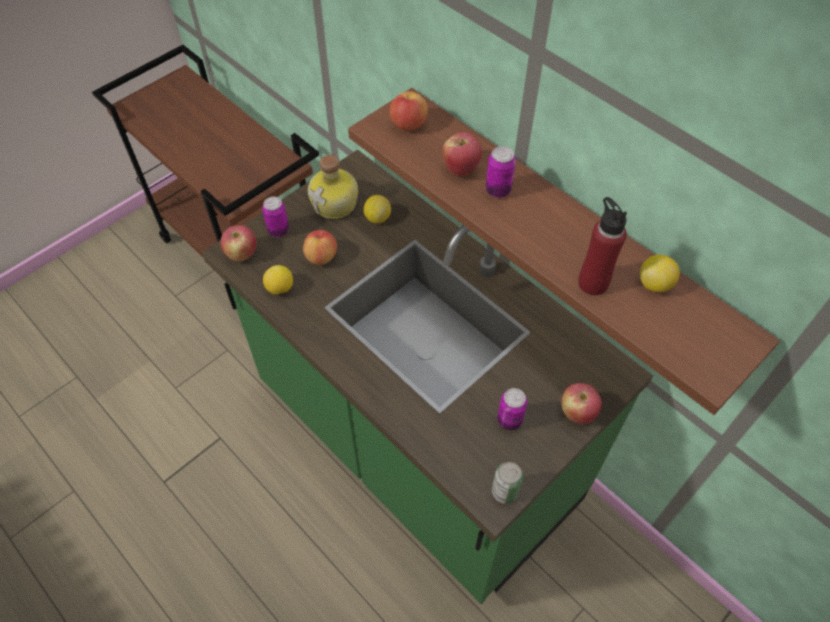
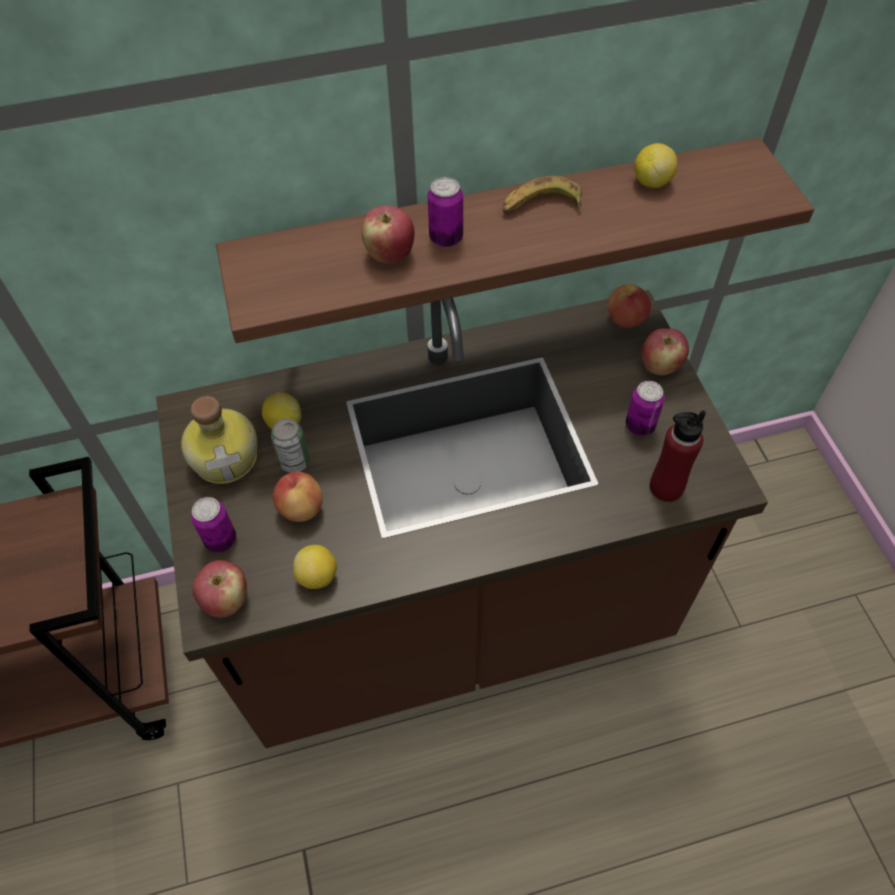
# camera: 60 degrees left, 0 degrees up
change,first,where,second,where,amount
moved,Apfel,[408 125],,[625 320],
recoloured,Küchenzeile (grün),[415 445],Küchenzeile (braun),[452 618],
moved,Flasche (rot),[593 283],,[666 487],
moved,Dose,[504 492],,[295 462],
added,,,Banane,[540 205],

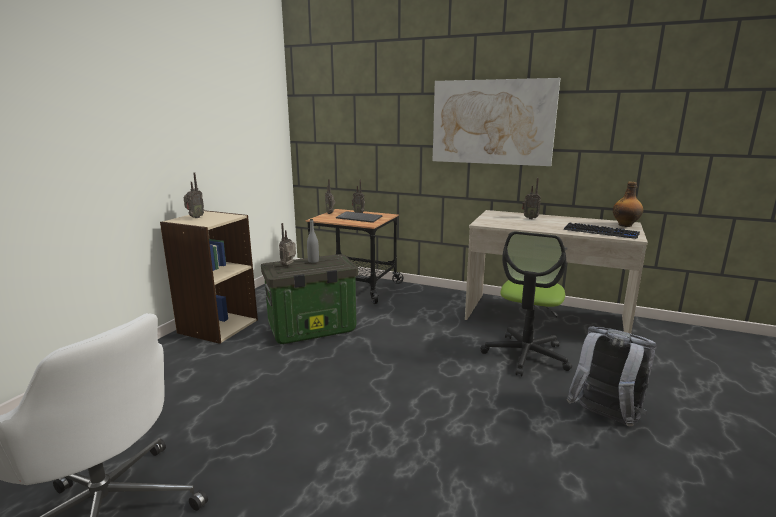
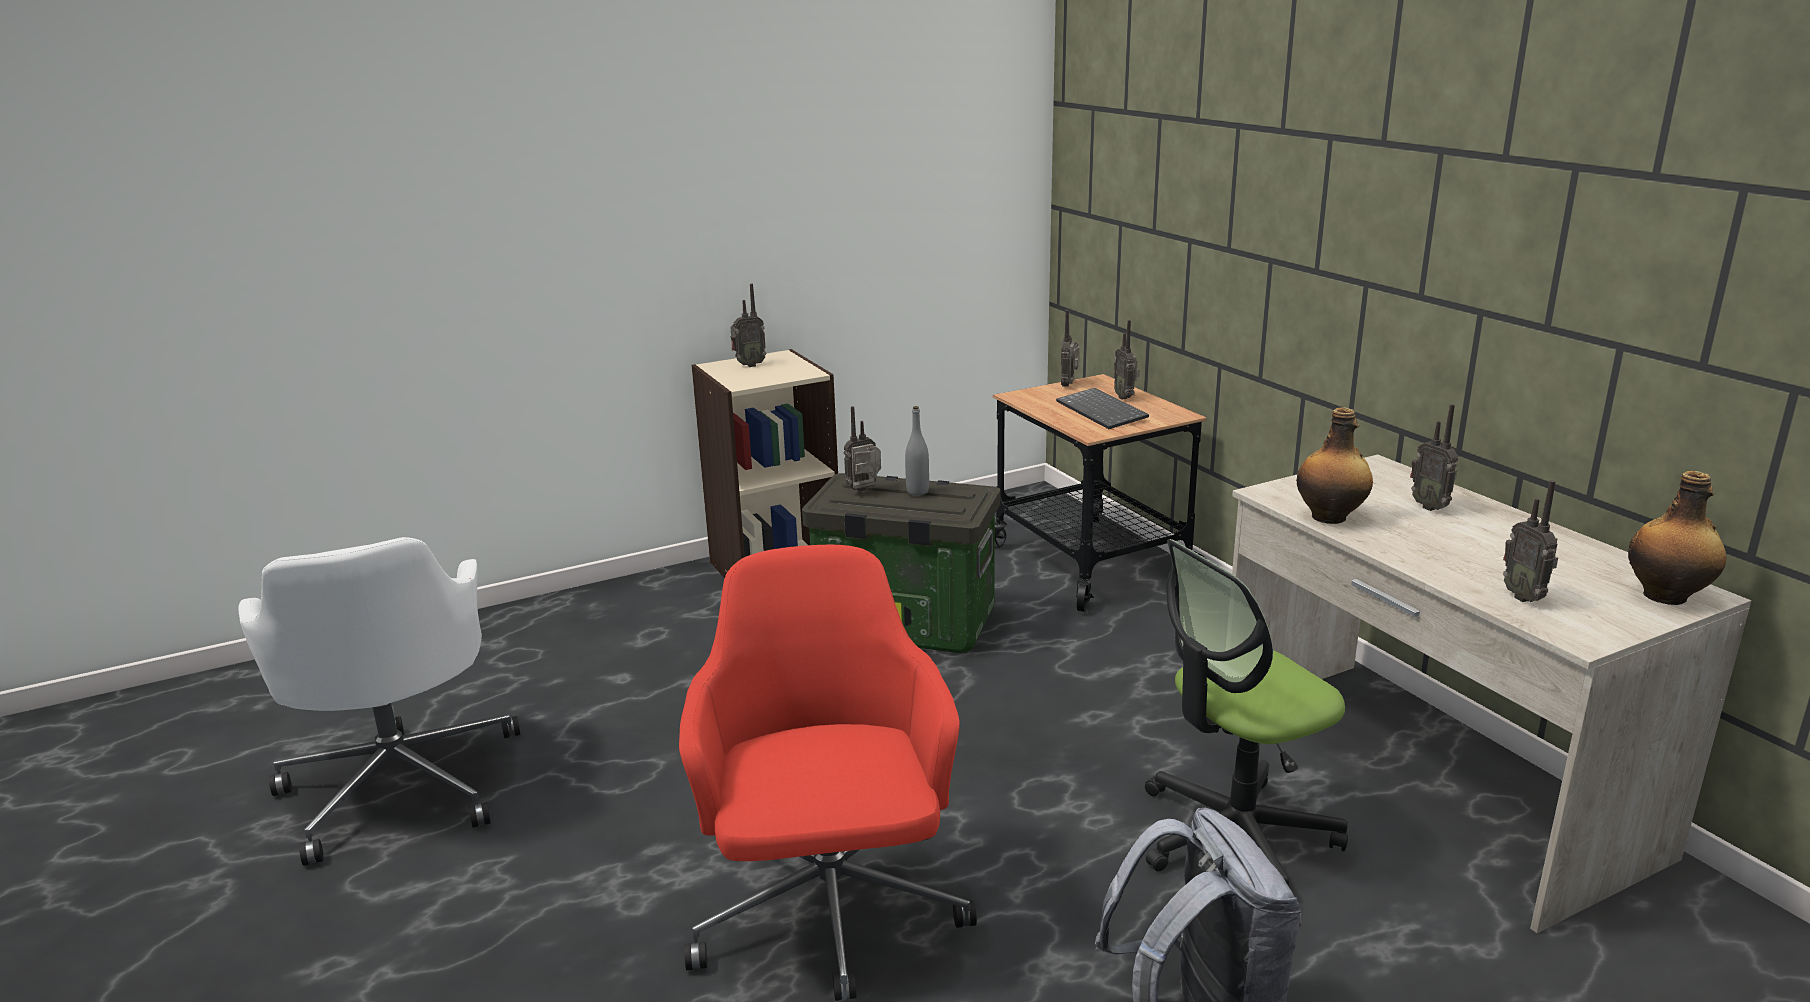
# camera: 40 degrees right, 5 degrees up
change,first,where,second,where,amount
removed,Bild,[492 122],,,
replaced,Tastatur,[600 232],Radio,[1524 597],
added,,,Flasche,[1330 517],
added,,,Bürostuhl (rot),[829 912],

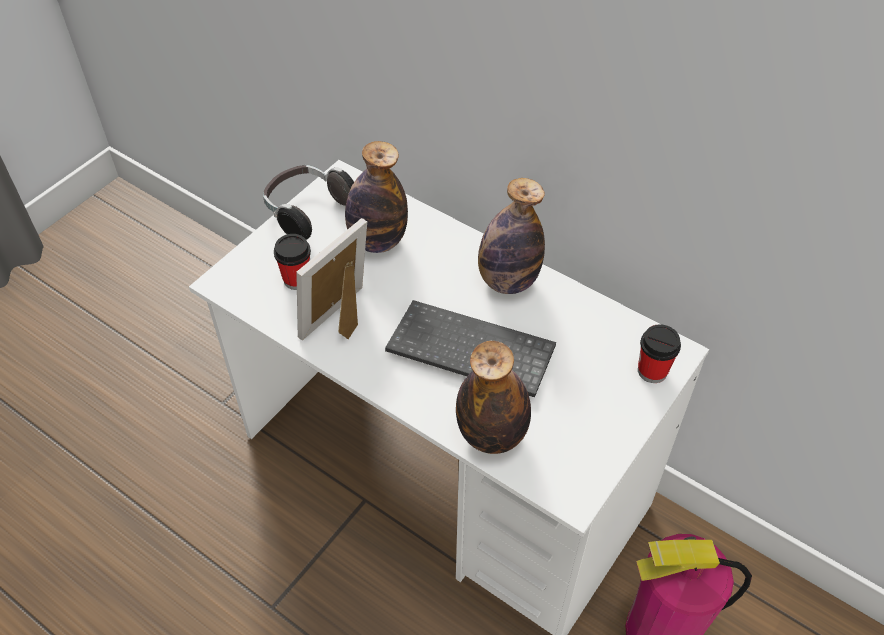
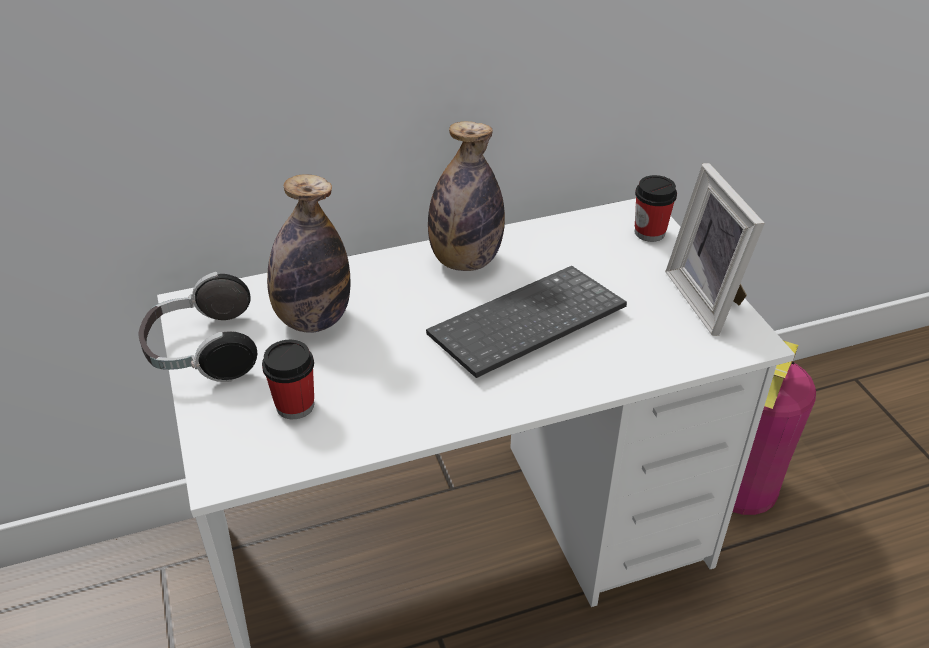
# camera: 55 degrees left, 10 degrees down
change,first,where,second,where,amount
moved,Bilderrahmen,[342 320],,[709 299],
removed,Flasche,[492 435],,,

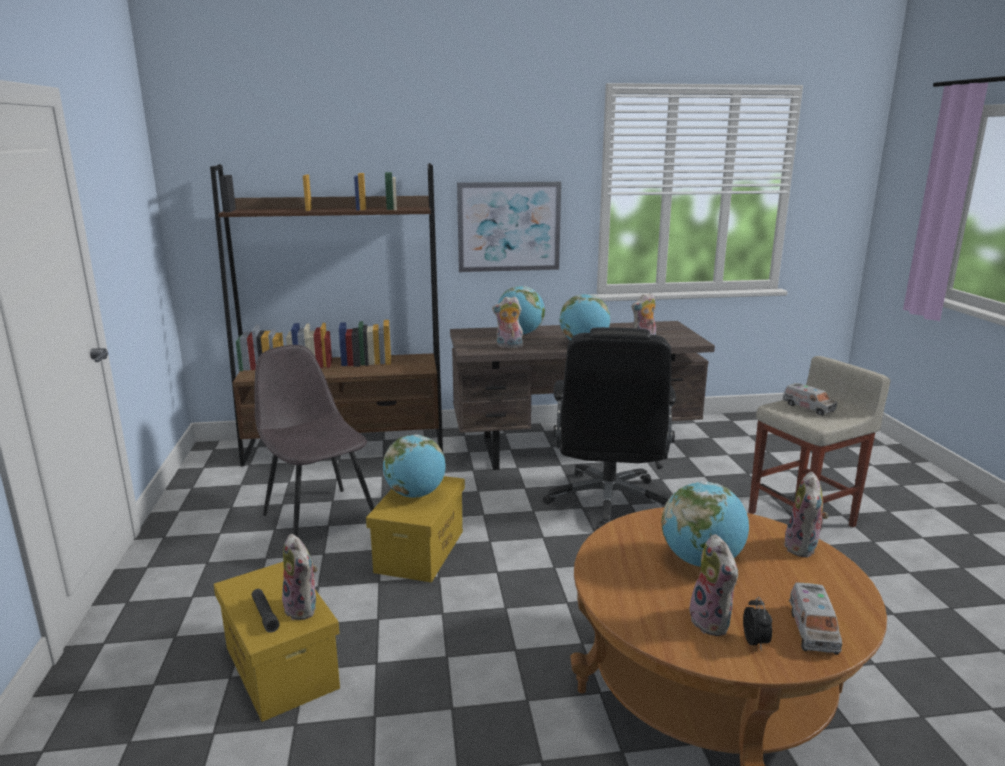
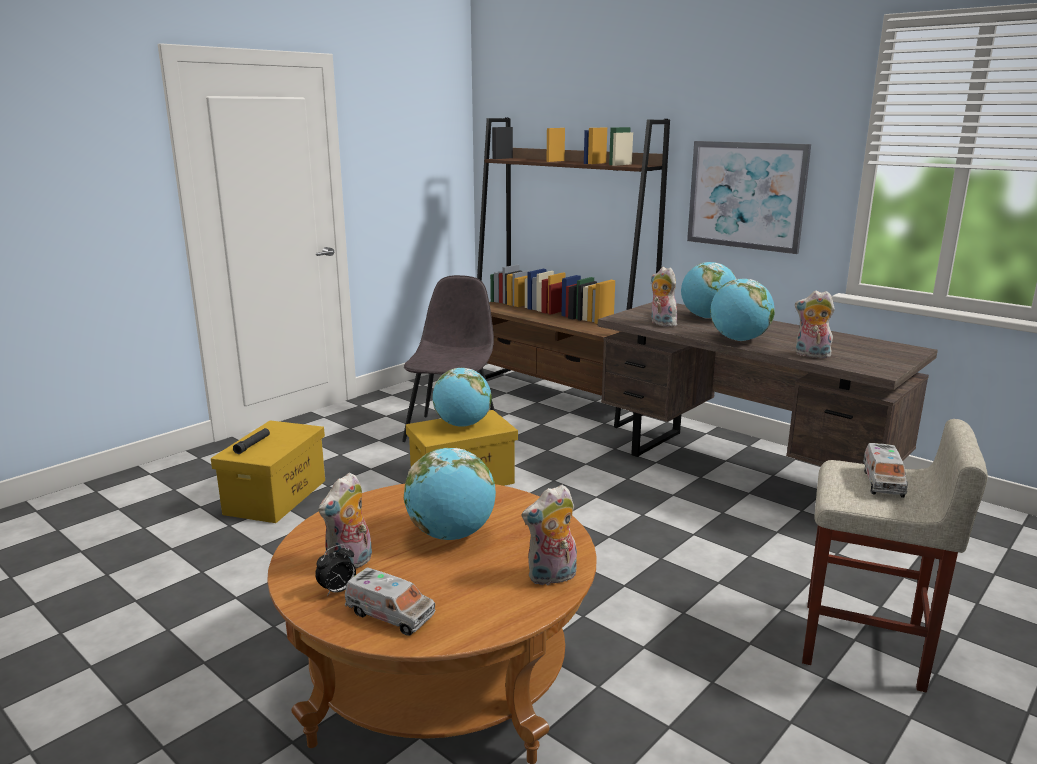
# camera: 50 degrees right, 0 degrees up
change,first,where,second,where,amount
removed,Bürostuhl (schwarz),[608 502],,,
removed,Plüschtier,[304 608],,,
turned,Spielzeuglaster,[812 630],,[390 614],120 degrees counterclockwise

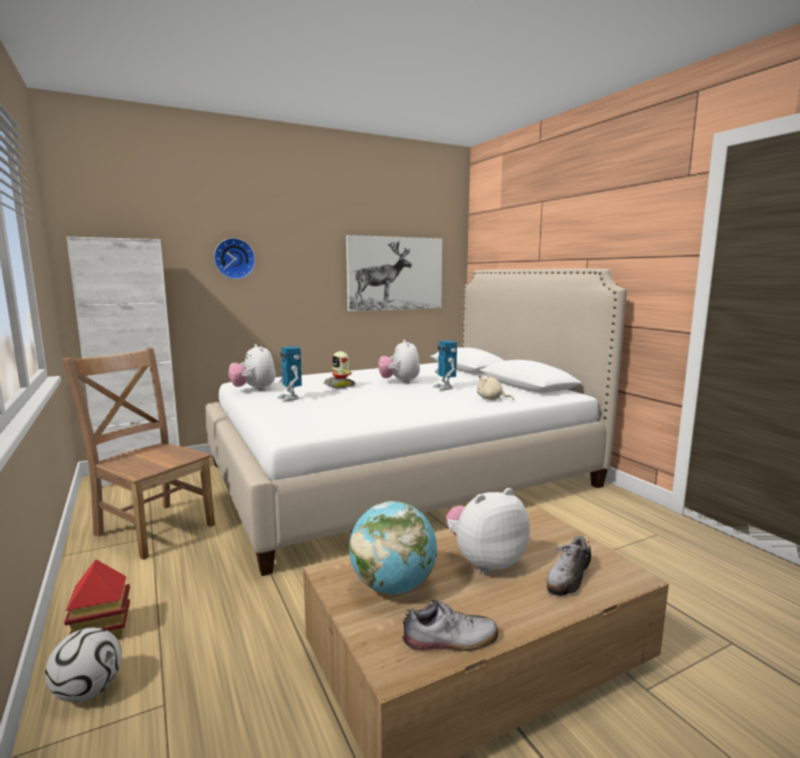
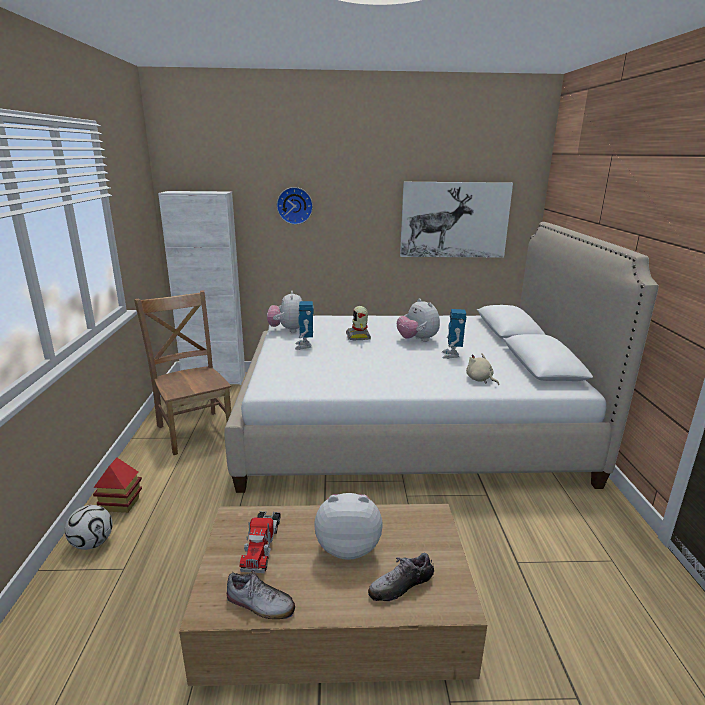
# camera: 25 degrees right, 10 degrees up
change,first,where,second,where,amount
turned,Plüschtier,[399 382],,[417 340],45 degrees counterclockwise
replaced,Globus,[393 586],Spielzeuglaster,[262 544],

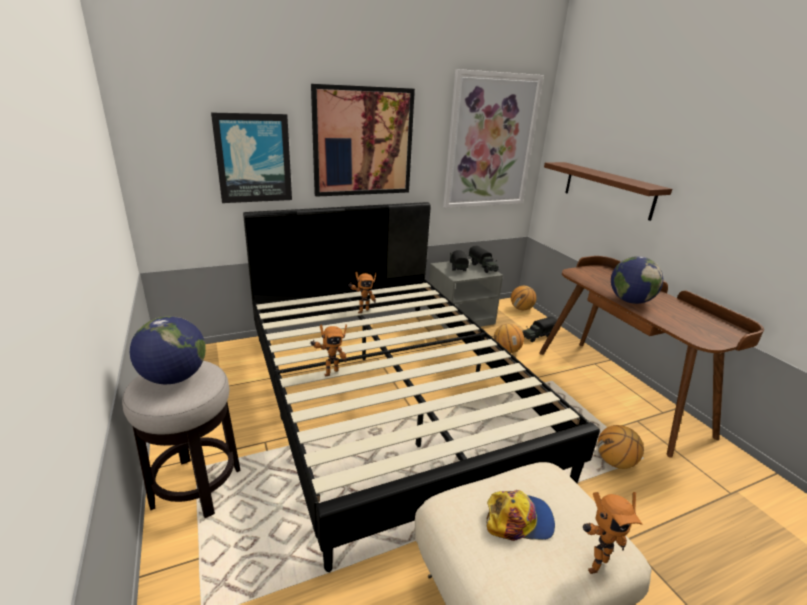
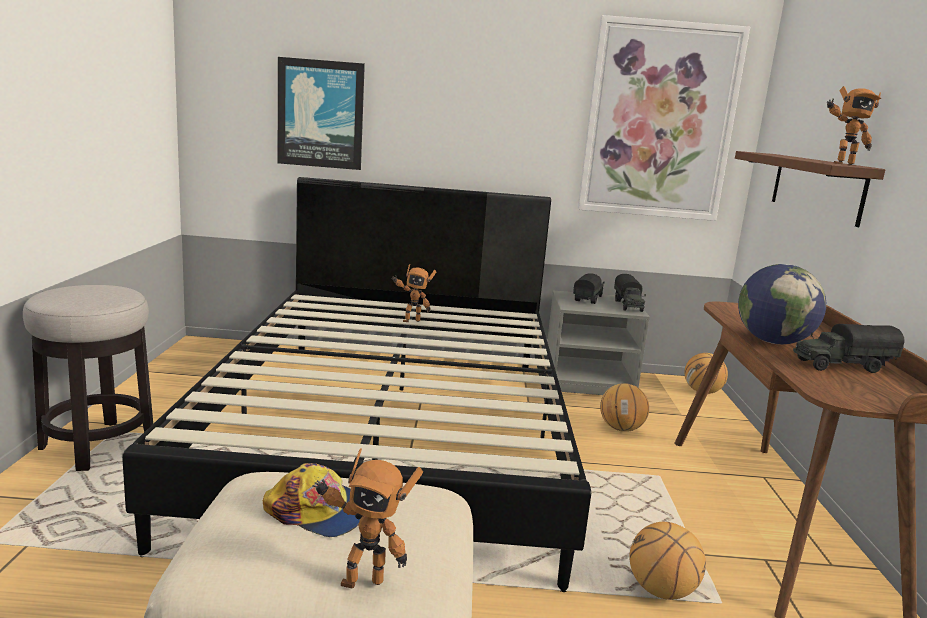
# camera: 25 degrees right, 10 degrees down
change,first,where,second,where,amount
removed,Bild,[363 142],,,
removed,Globus,[174 378],,,
moved,Spielzeuglaster,[537 336],,[841 366],
moved,Spielzeugroboter,[330 372],,[840 163],

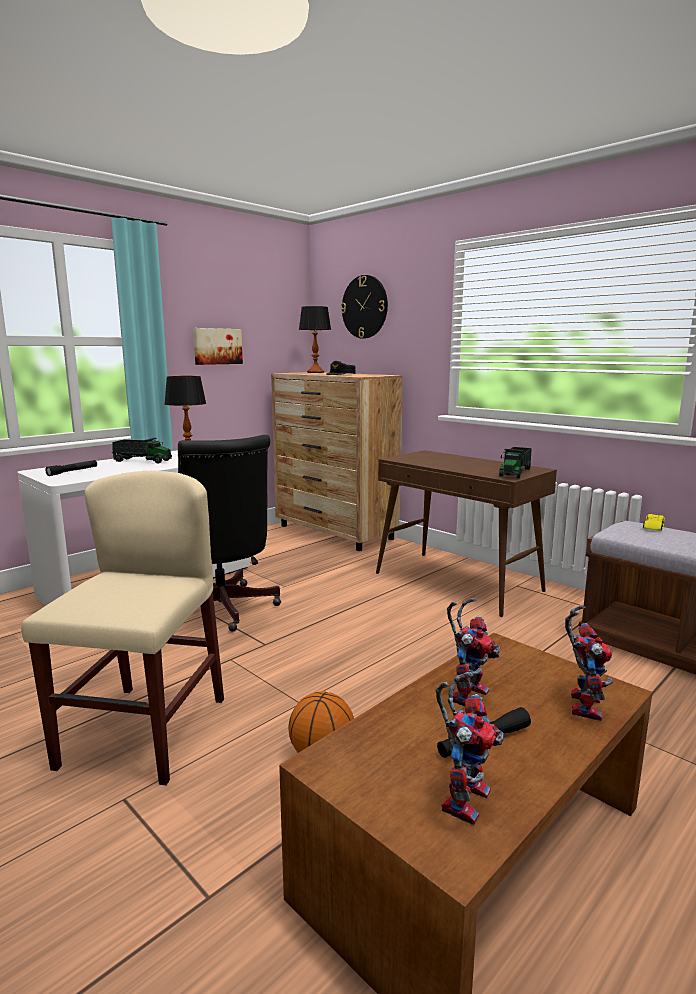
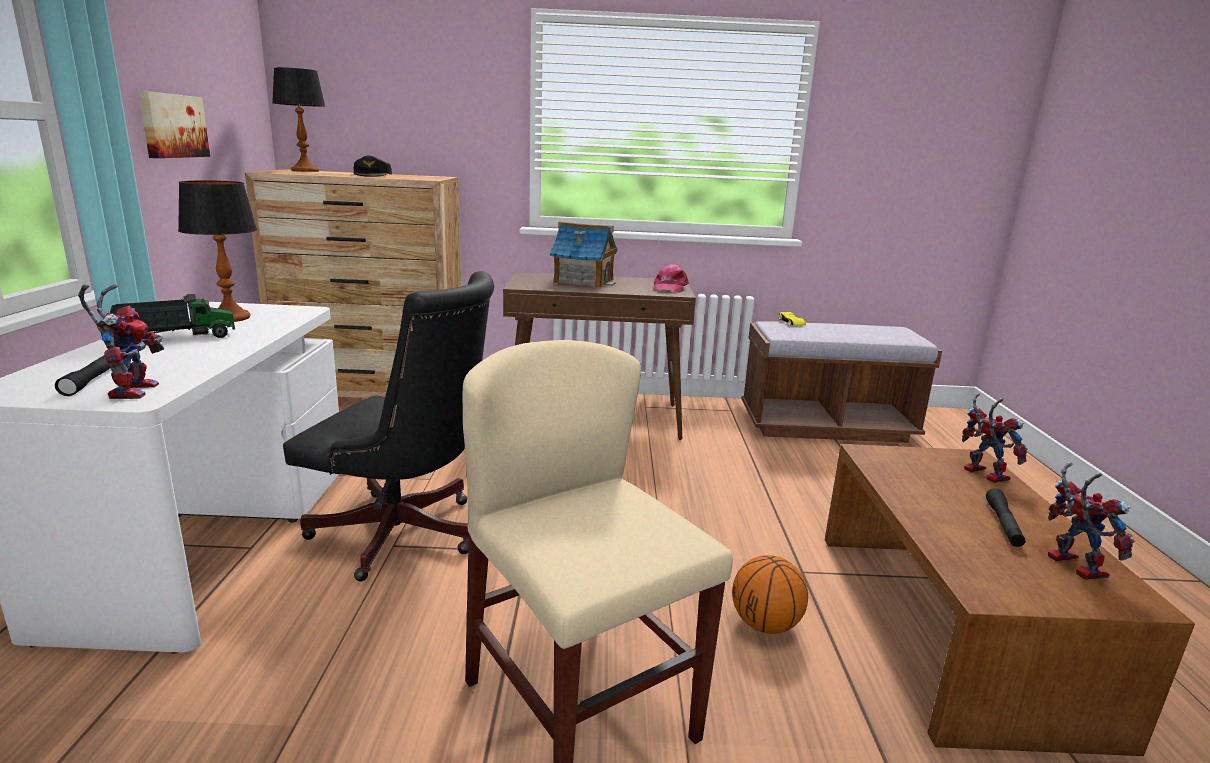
# camera: 45 degrees left, 5 degrees up
change,first,where,second,where,amount
removed,Wanduhr,[364 307],,,
replaced,Spielzeuglaster,[515 473],Kappe (rosa),[669 287],
moved,Spielzeugroboter,[468 693],,[132 390],
added,,,Spielzeughaus,[583 281],

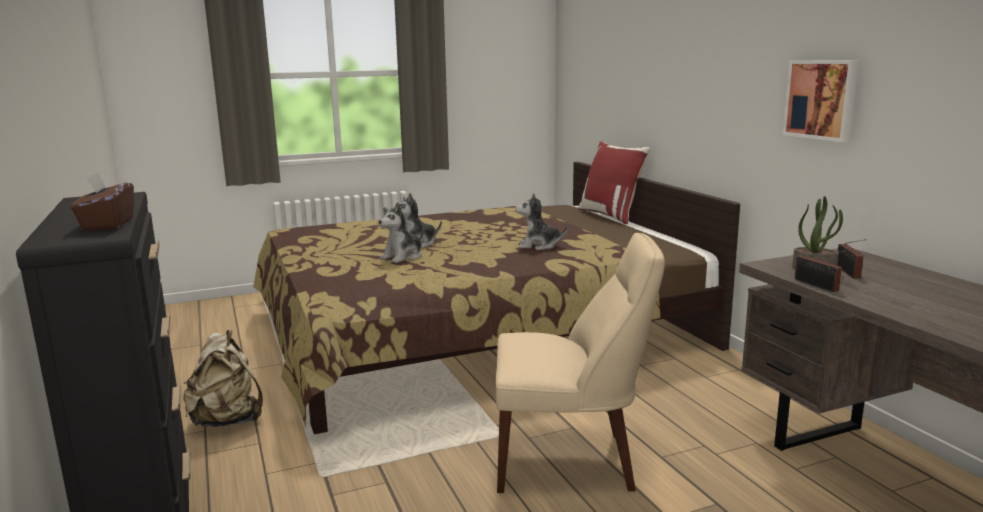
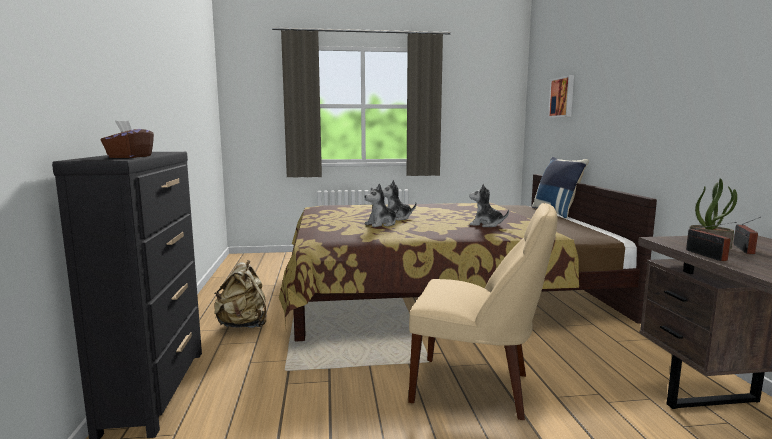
# camera: 15 degrees right, 5 degrees down
change,first,where,second,where,amount
moved,Bild,[822 99],,[562 97],
recoloured,Kissen (rot),[611 215],Kissen (blau),[557 212],

